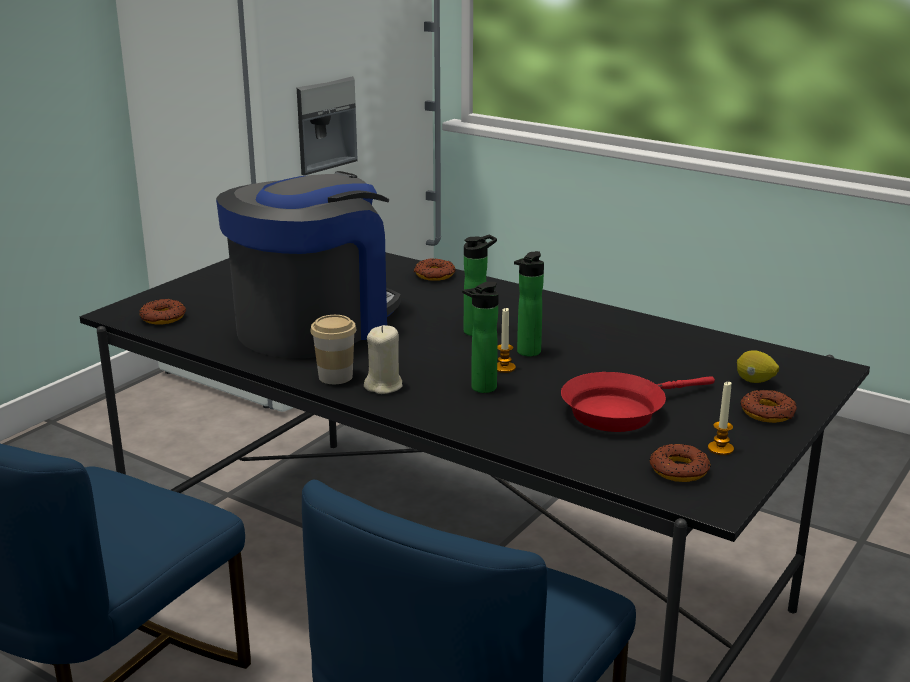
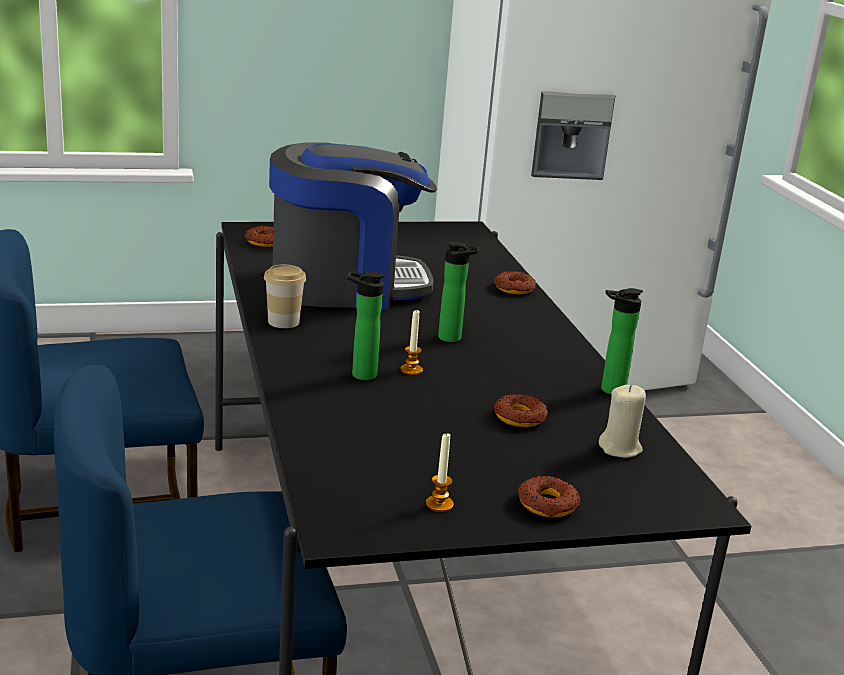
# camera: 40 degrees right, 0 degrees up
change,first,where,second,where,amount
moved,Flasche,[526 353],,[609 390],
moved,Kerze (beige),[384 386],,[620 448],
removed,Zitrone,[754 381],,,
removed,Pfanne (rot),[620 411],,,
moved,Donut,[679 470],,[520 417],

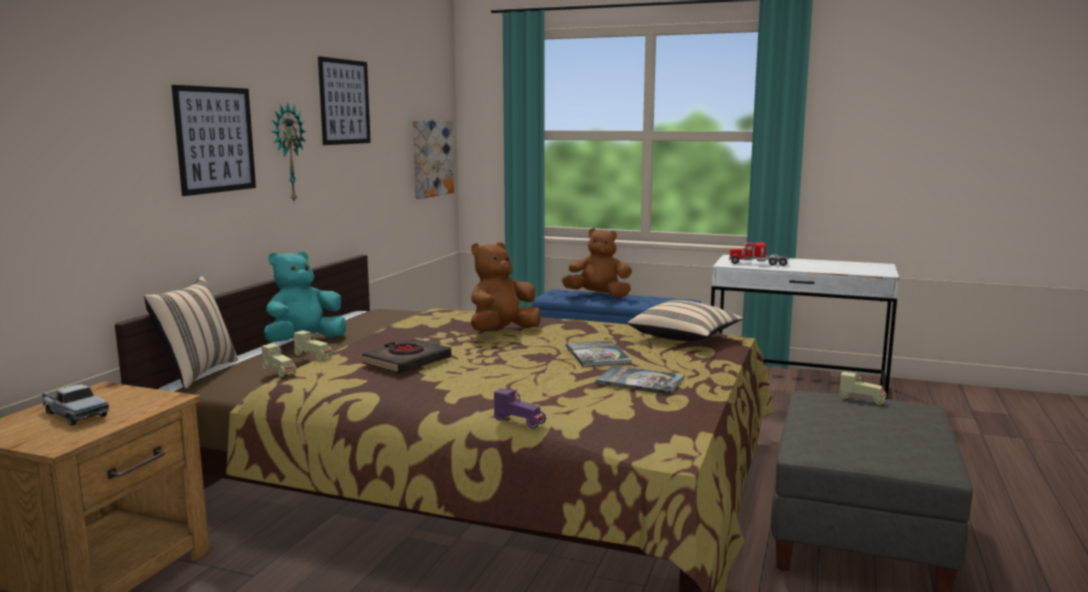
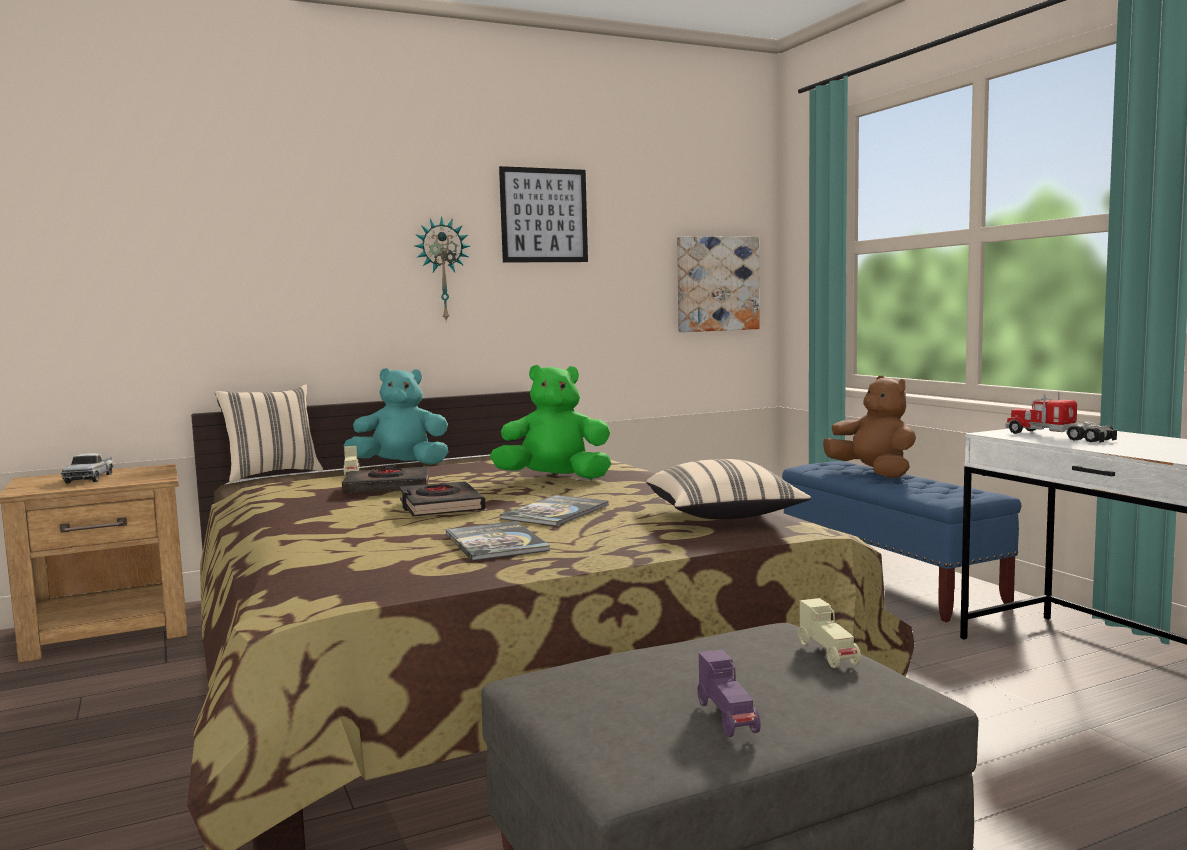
# camera: 45 degrees right, 5 degrees down
change,first,where,second,where,amount
removed,Bild,[215 140],,,
recoloured,Plüschtier (braun),[502 332],Plüschtier (grün),[555 479],
removed,Spielzeugauto (beige),[279 371],,,
moved,Spielzeugauto (lila),[520 422],,[728 718],
added,,,Buch (schwarz),[440 506],

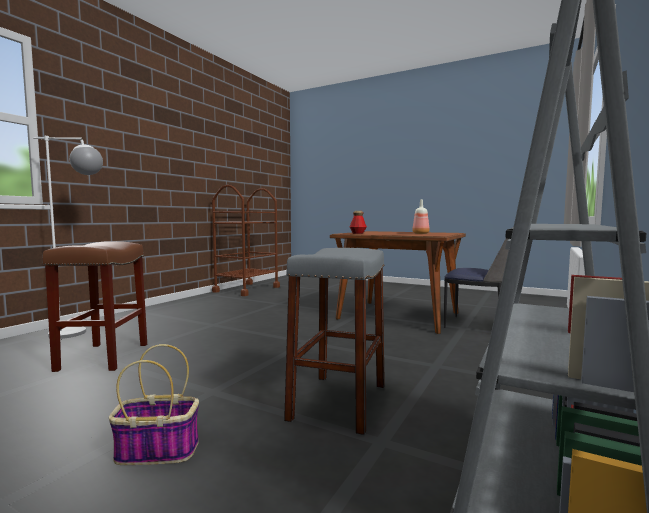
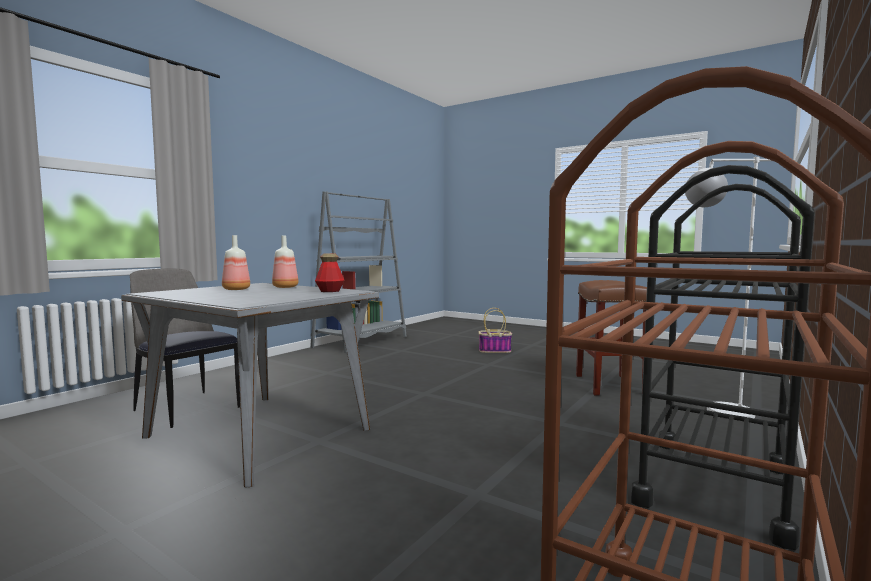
# camera: 175 degrees left, 0 degrees up
change,first,where,second,where,amount
recoloured,Esstisch (braun),[399 316],Esstisch (grau),[258 433],
removed,Hocker (grau),[339 402],,,
added,,,Rollwagen (schwarz),[714 486],
added,,,Flasche,[286 287],

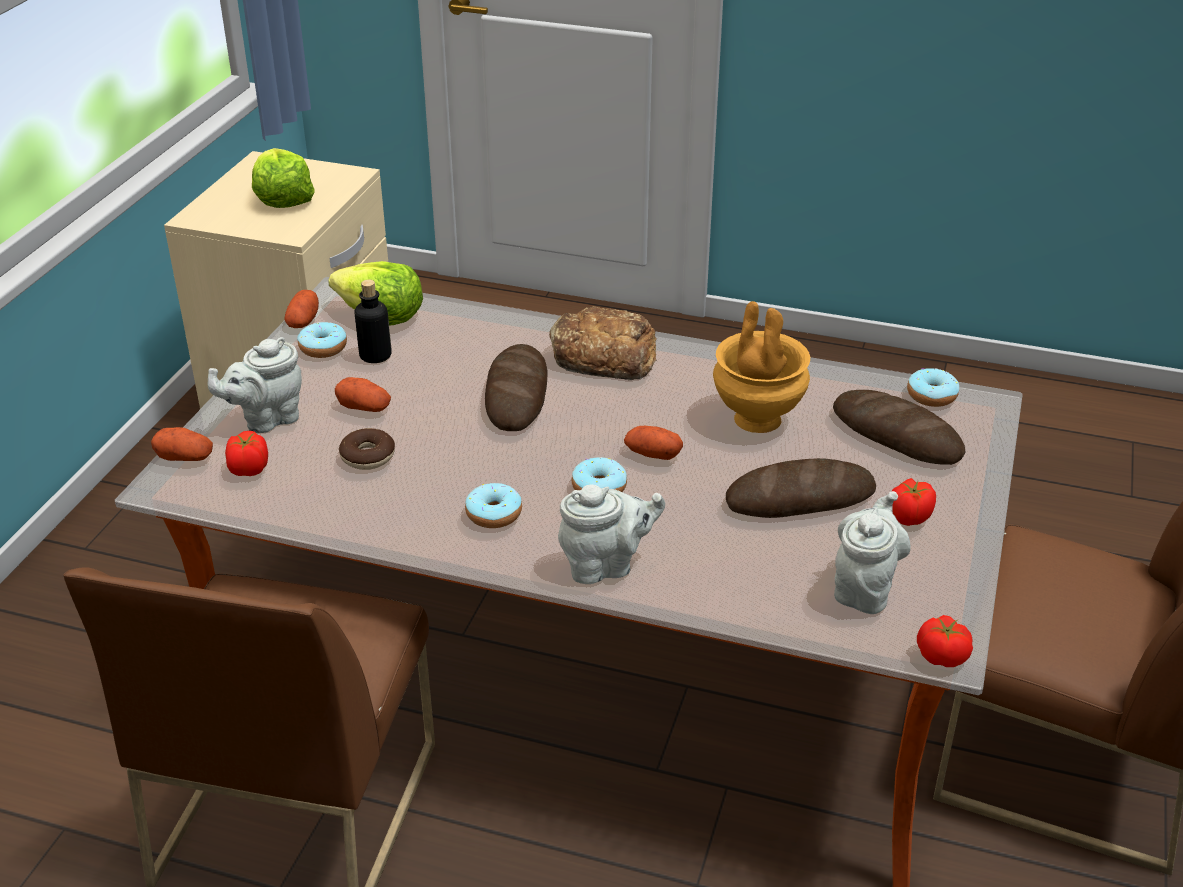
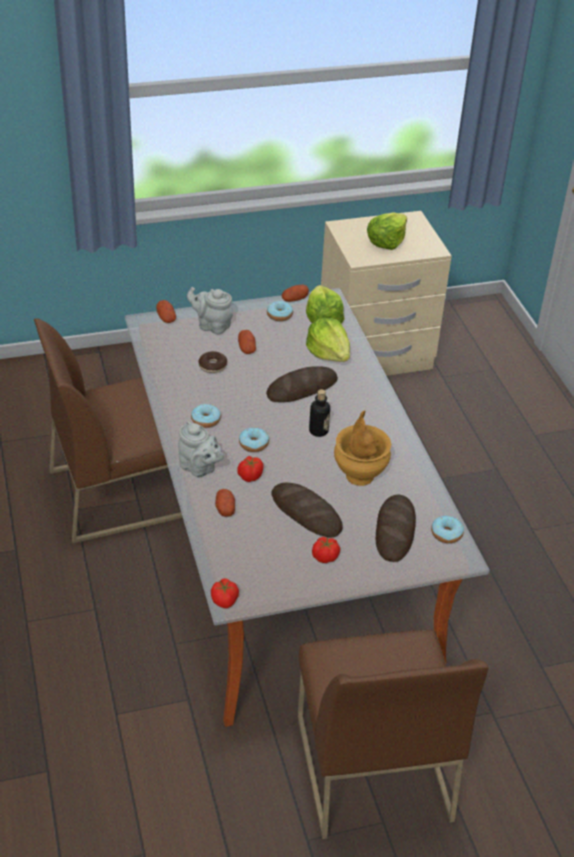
# camera: 55 degrees right, 5 degrees up
change,first,where,second,where,amount
moved,Flasche,[375 355],,[318 431],
removed,Brot,[603 355],,,
moved,Kartoffel,[652 454],,[225 508],
moved,Tomate,[248 469],,[250 476],
removed,Teekanne (grau),[864 588],,,
added,,,Salatkopf,[329 353],

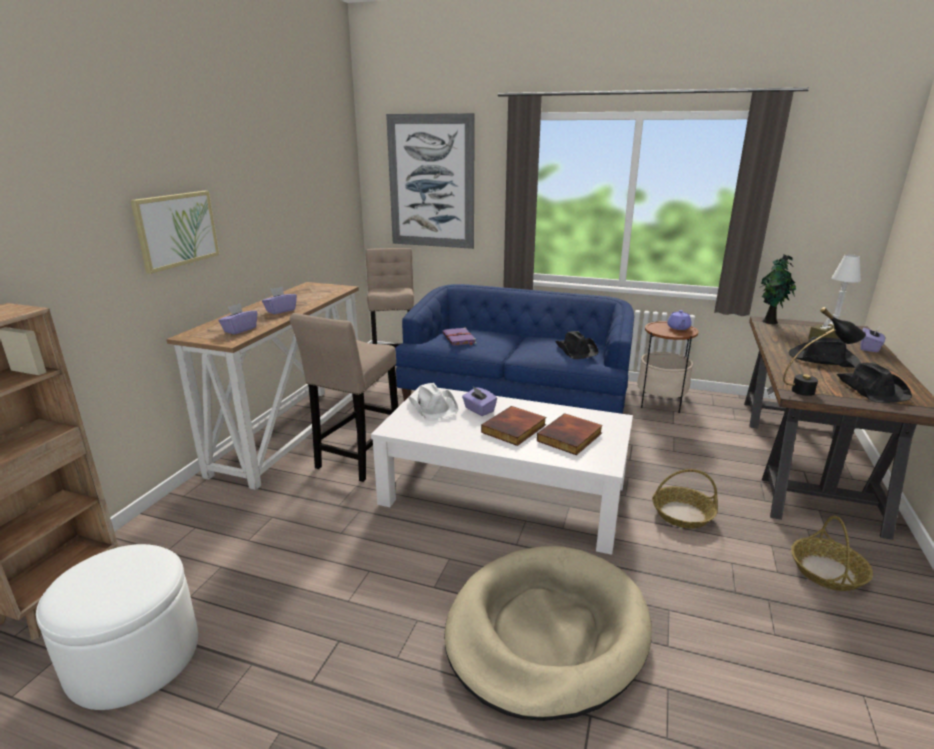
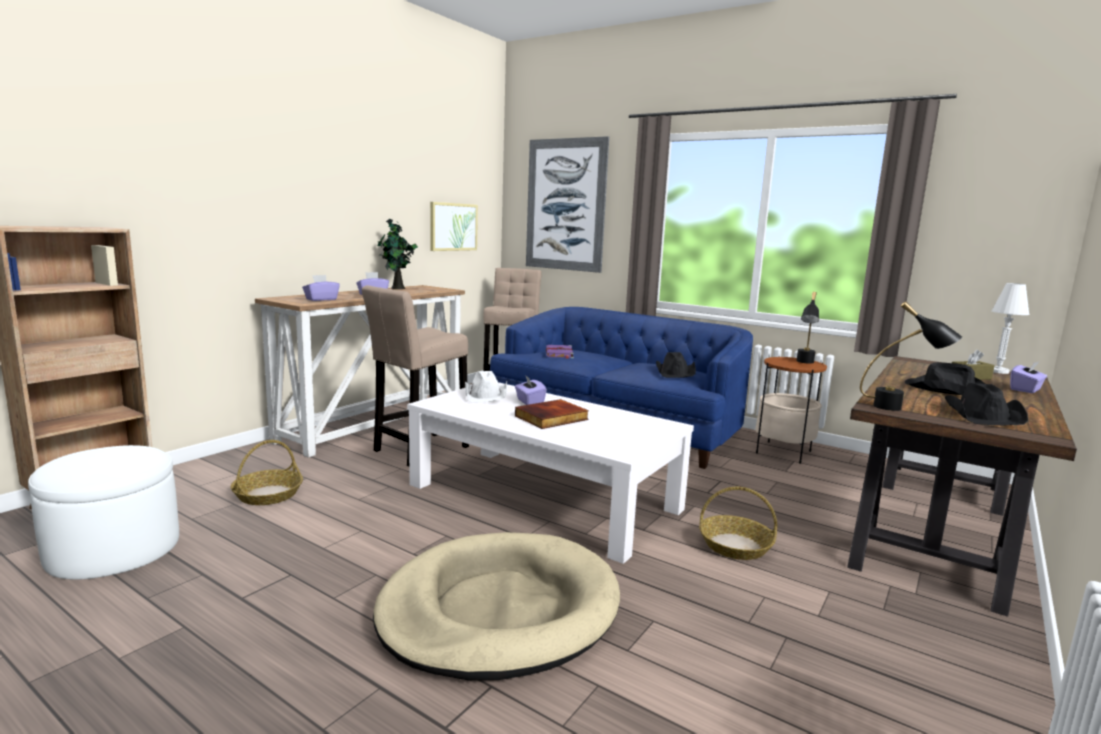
# camera: 15 degrees right, 10 degrees down
change,first,where,second,where,amount
moved,Bild,[176 229],,[453 227],
moved,Topfpflanze,[770 322],,[397 288],
replaced,Teekanne (lila),[678 328],Tischlampe (schwarz),[804 363],
removed,Buch,[570 437],,,
moved,Korb,[827 571],,[268 494],

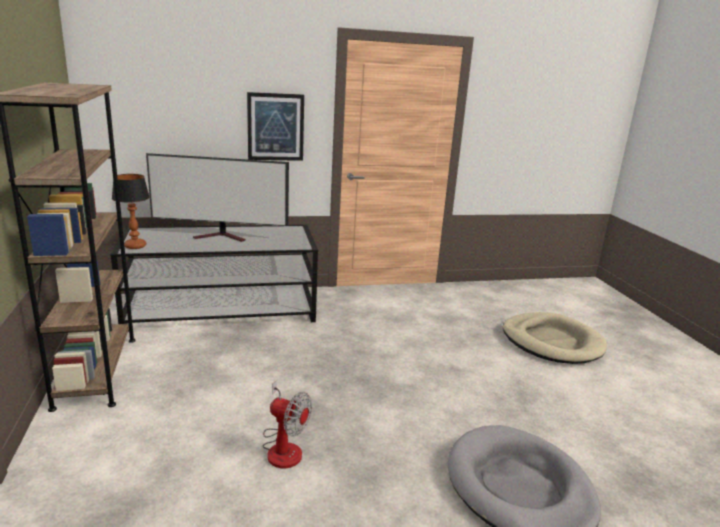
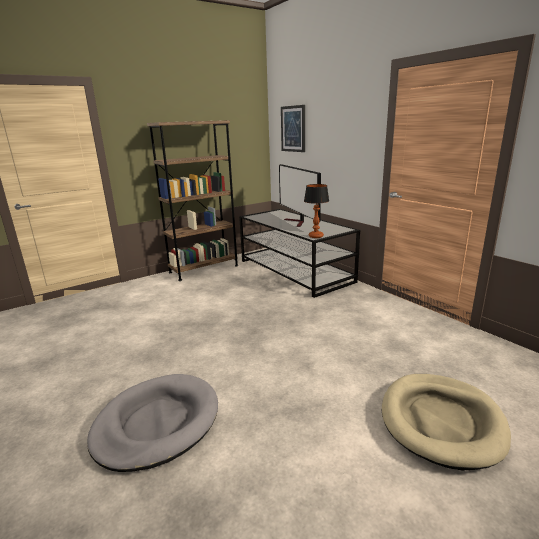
# camera: 70 degrees right, 0 degrees up
change,first,where,second,where,amount
moved,Bild,[275 127],,[293 129],
moved,Tischlampe,[135 246],,[315 236],
removed,Ventilator,[283 447],,,

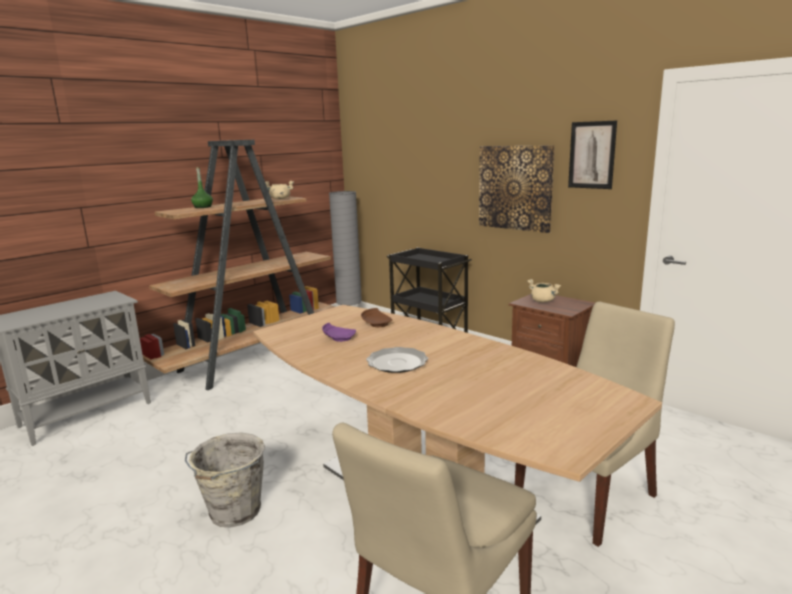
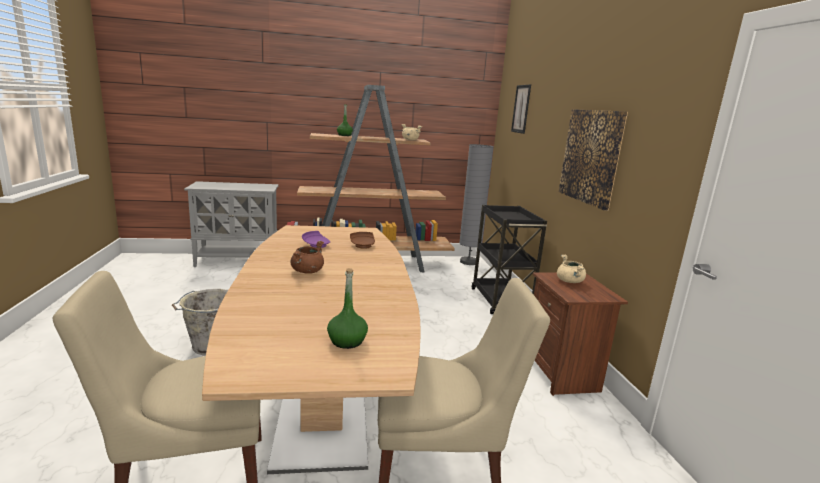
# camera: 35 degrees right, 0 degrees up
change,first,where,second,where,amount
moved,Bild,[592 155],,[521 109],
replaced,Teller,[397 362],Kochtopf (braun),[307 271],
added,,,Flasche (grün),[347 341],

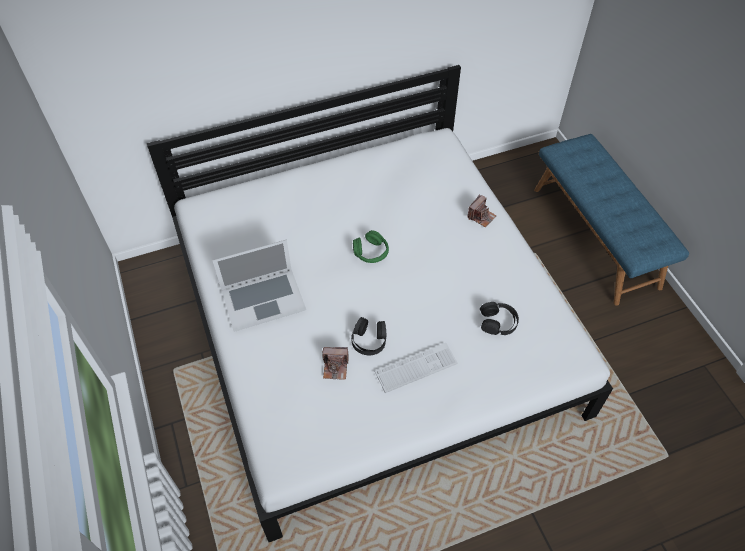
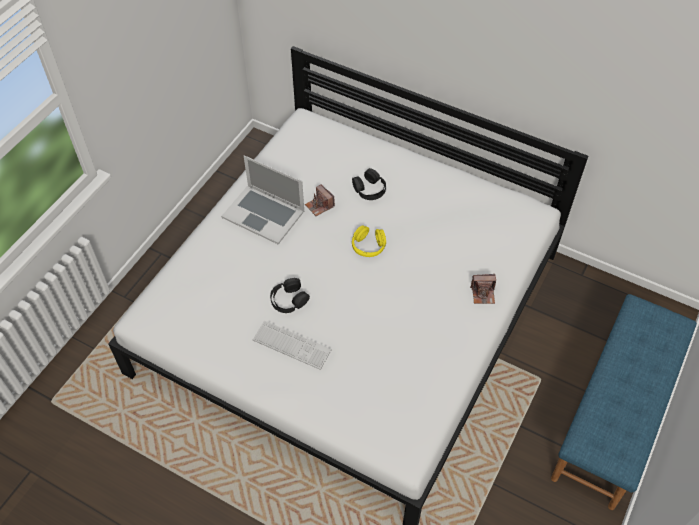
# camera: 50 degrees right, 0 degrees up
change,first,where,second,where,amount
recoloured,Kopfhörer (grün),[371 252],Kopfhörer (gelb),[368 246],
moved,Kopfhörer (schwarz),[498 322],,[369 189],
moved,Kamera,[335 367],,[319 206],

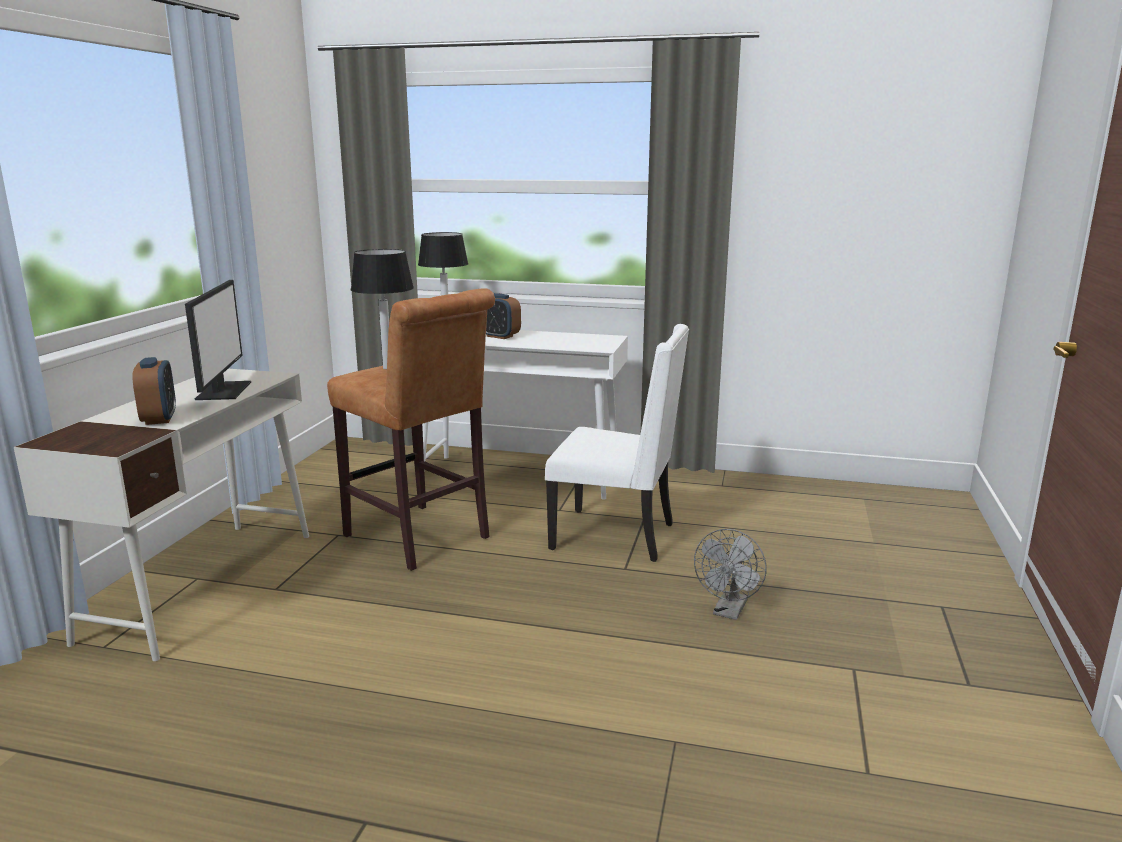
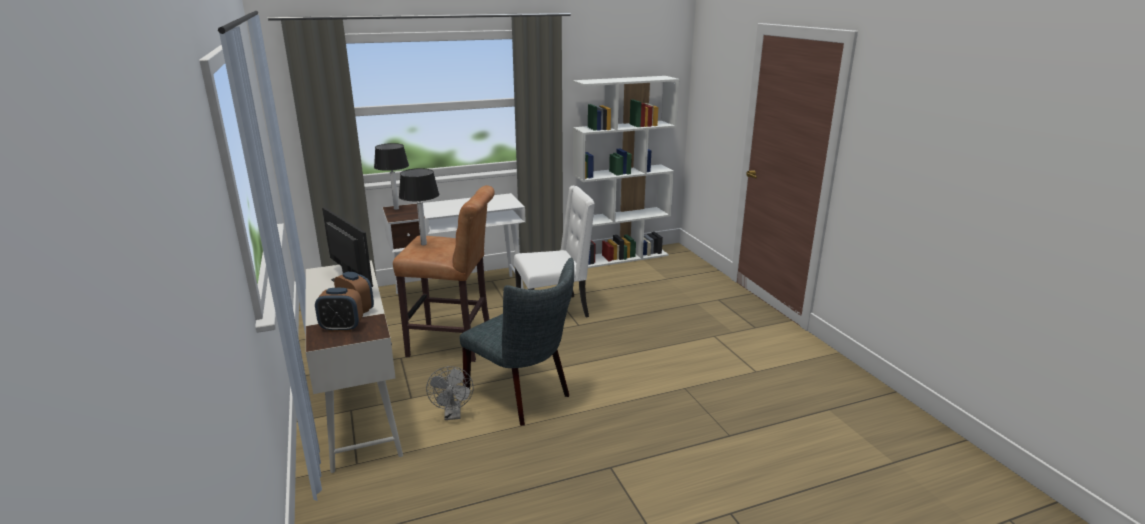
# camera: 35 degrees left, 5 degrees up
change,first,where,second,where,amount
moved,Wecker,[499 336],,[342 328],
moved,Ventilator (grau),[729 611],,[453 415],
added,,,Bücherregal (weiß),[621 257],
added,,,Stuhl (grau),[523 396],

